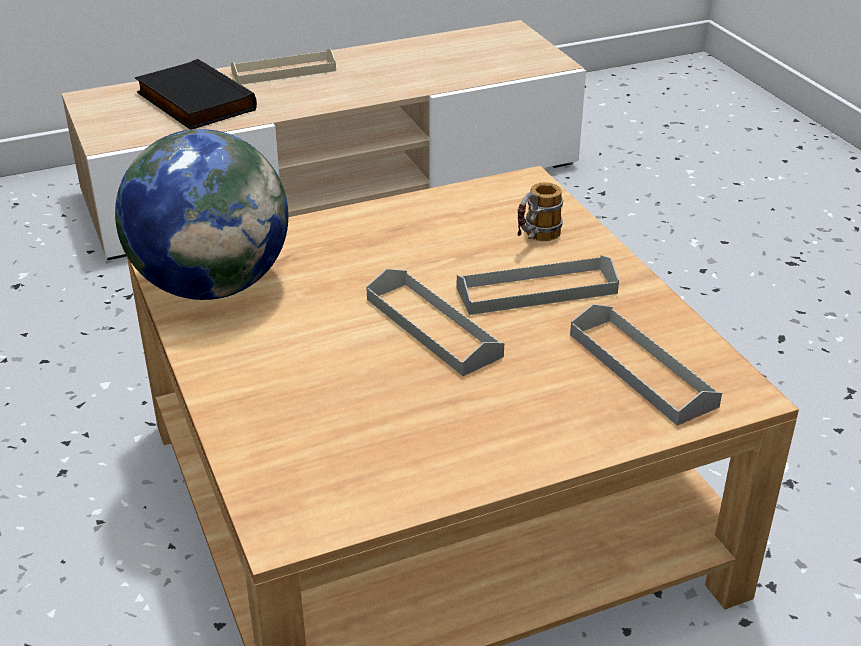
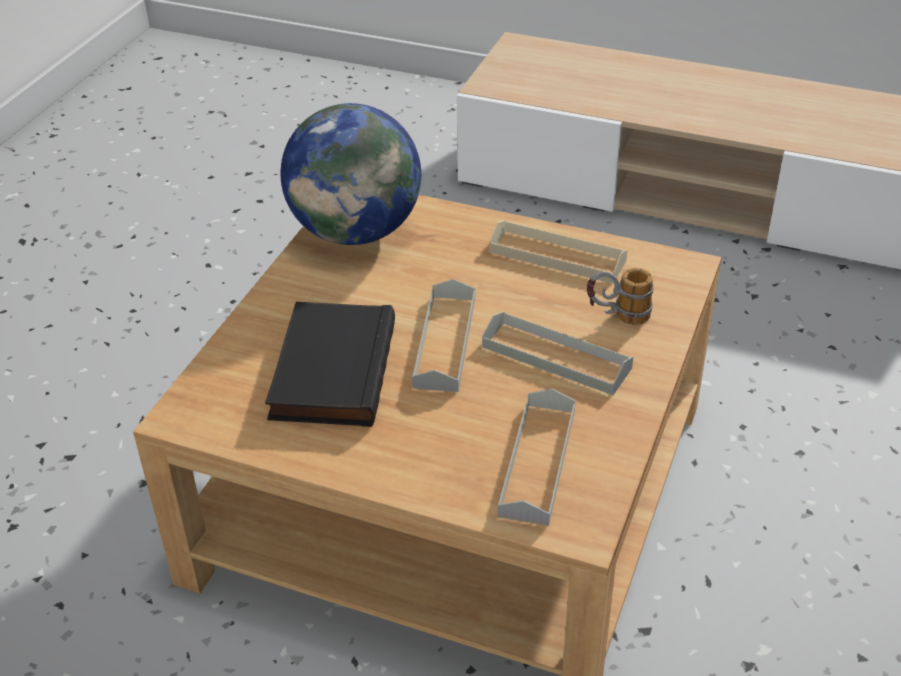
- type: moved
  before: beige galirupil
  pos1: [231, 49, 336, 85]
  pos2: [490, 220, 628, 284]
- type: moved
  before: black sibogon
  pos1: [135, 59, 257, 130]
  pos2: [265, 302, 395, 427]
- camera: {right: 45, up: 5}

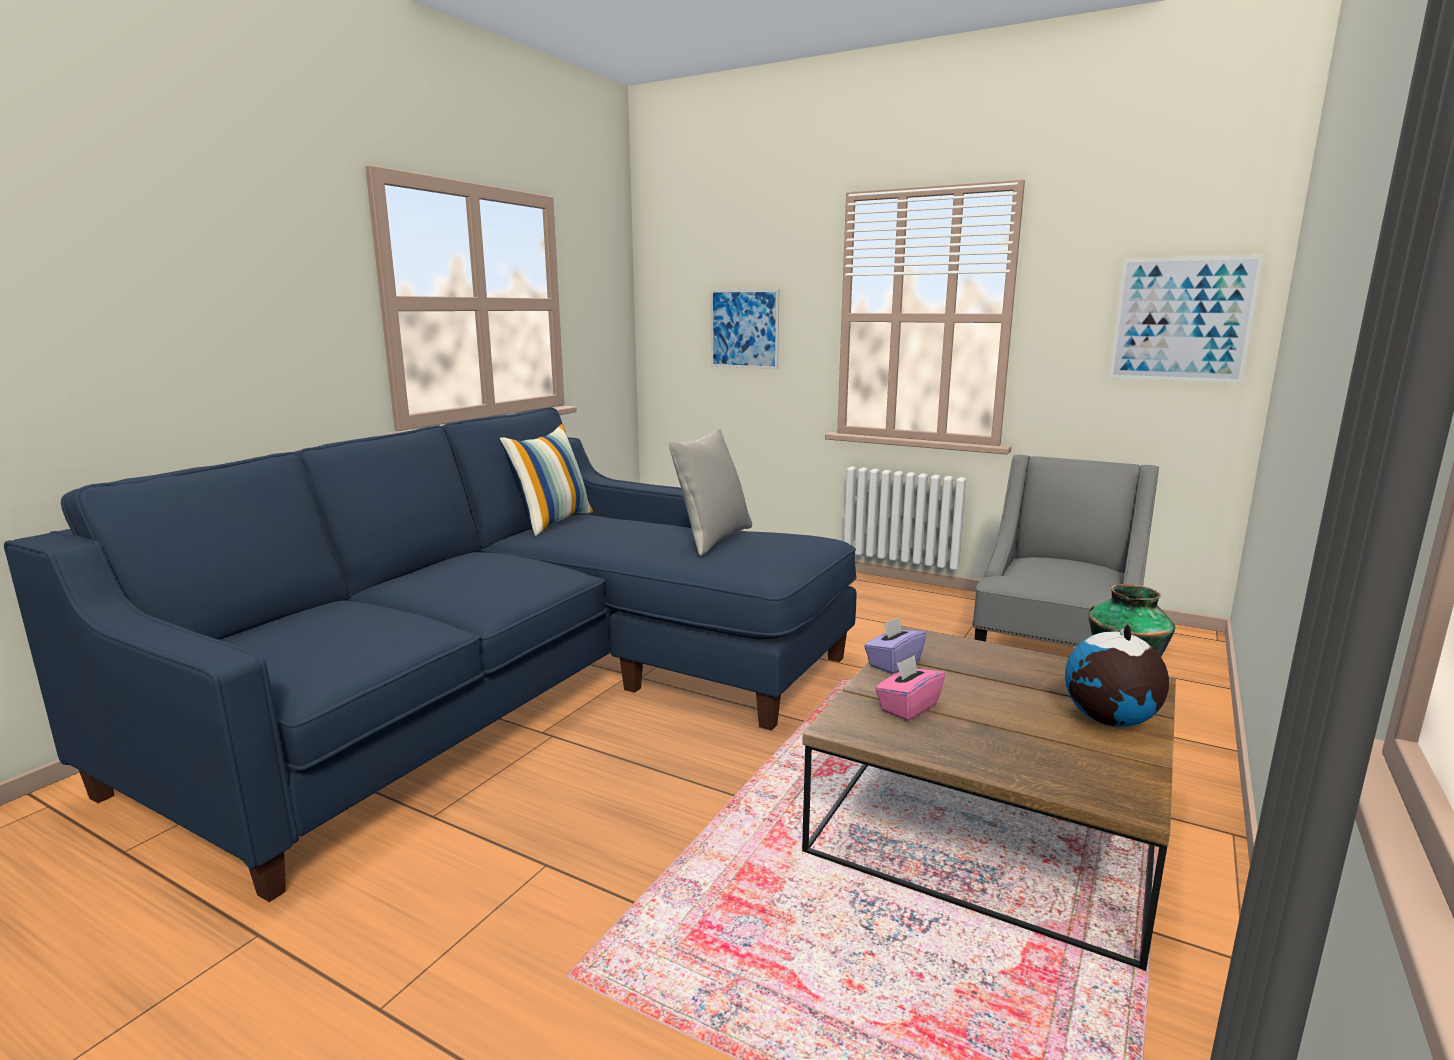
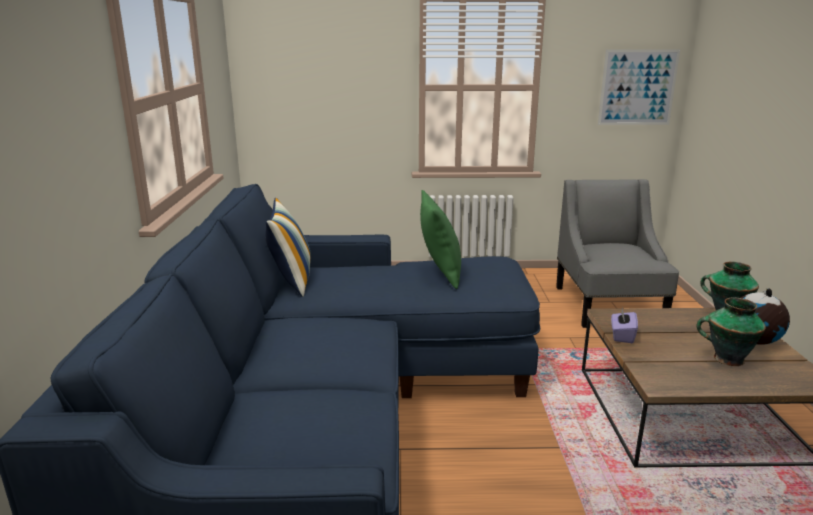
- type: removed
  before: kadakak
  pos1: [711, 289, 779, 369]
- type: recoloured
  before: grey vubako
  after: green vubako
  pos1: [668, 429, 752, 556]
  pos2: [420, 190, 461, 289]
- type: removed
  before: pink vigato
  pos1: [875, 655, 945, 721]
- type: added
  after: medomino
  pos2: [697, 297, 766, 366]
- camera: {right: -30, up: 5}

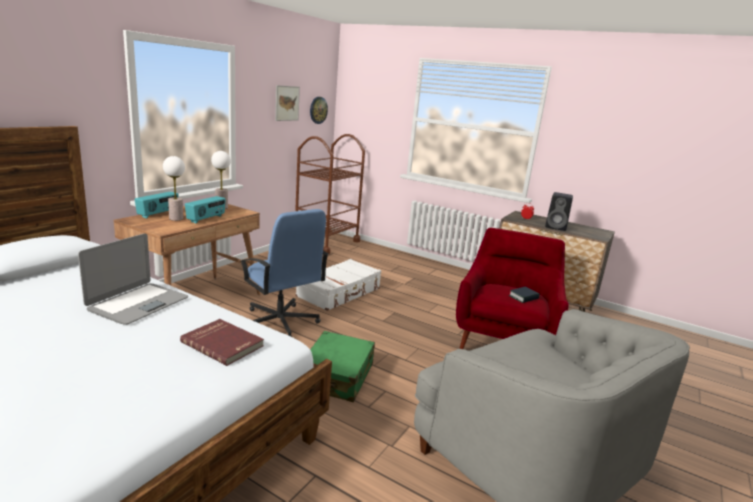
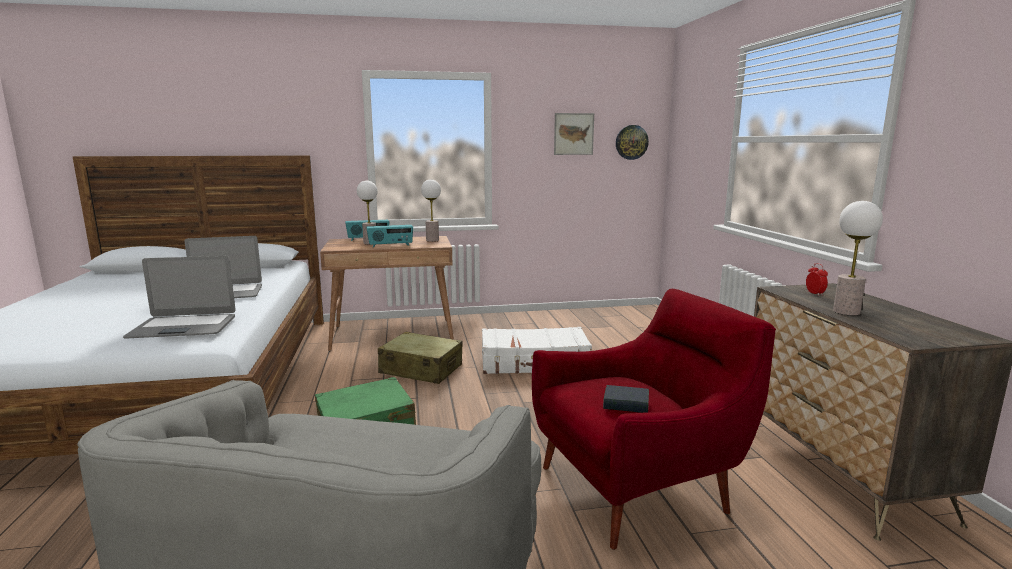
- type: removed
  before: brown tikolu
  pos1: [295, 134, 365, 254]
- type: replaced
  before: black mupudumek
  after: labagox
  pos1: [545, 192, 573, 231]
  pos2: [833, 201, 883, 316]
- type: replaced
  before: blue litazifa
  after: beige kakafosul
  pos1: [239, 209, 329, 337]
  pos2: [378, 332, 463, 384]
- type: replaced
  before: red sibogon
  after: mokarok
  pos1: [180, 319, 264, 366]
  pos2: [123, 256, 236, 338]
- camera: {right: 50, up: -5}

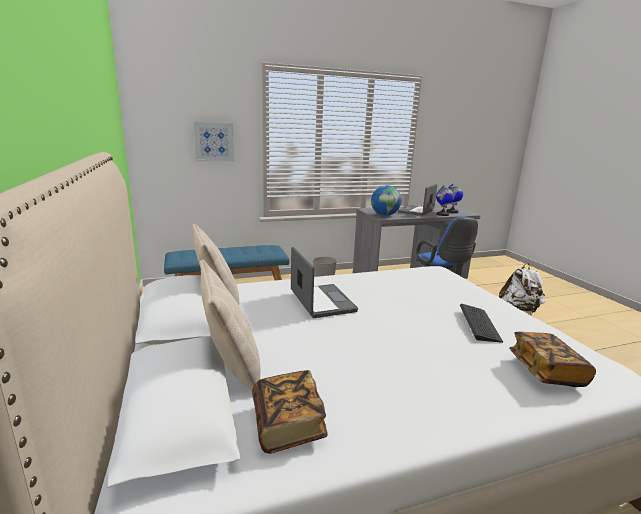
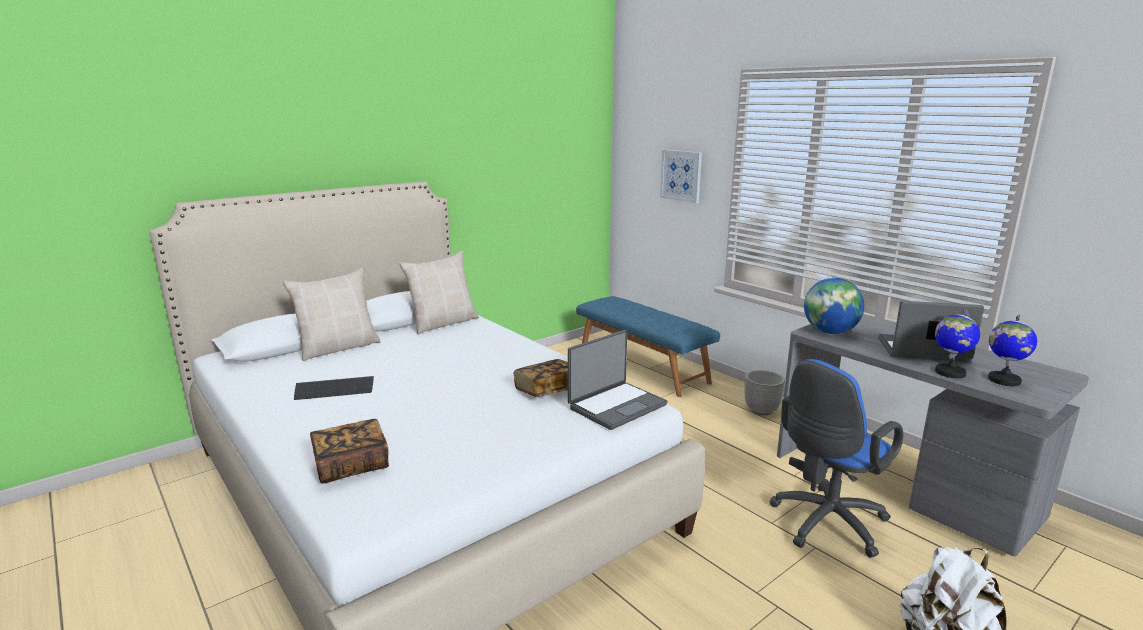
- type: moved
  before: mokarok
  pos1: [291, 247, 358, 318]
  pos2: [568, 330, 668, 430]
- type: moved
  before: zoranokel
  pos1: [460, 304, 503, 343]
  pos2: [294, 376, 374, 400]
- type: moved
  before: sibogon
  pos1: [252, 370, 328, 454]
  pos2: [514, 359, 568, 397]
- camera: {right: 70, up: 0}

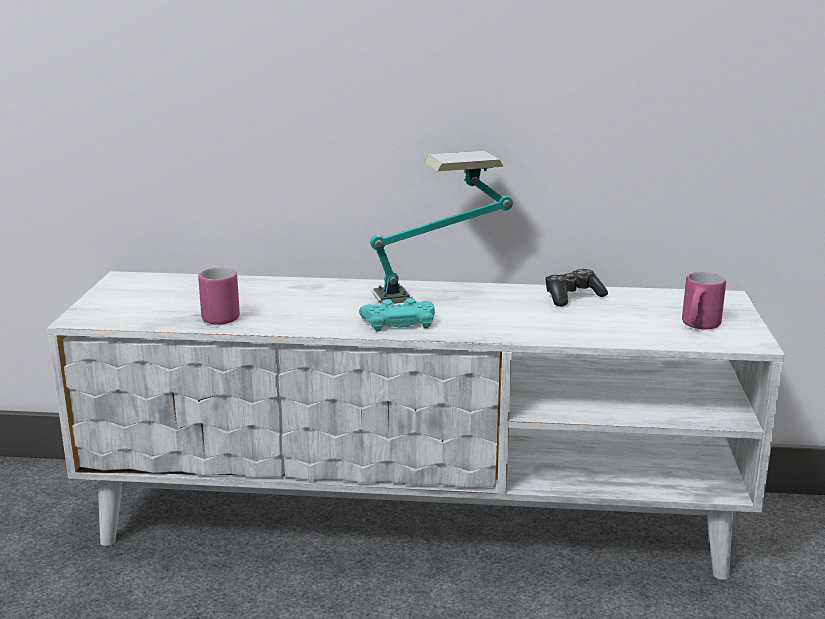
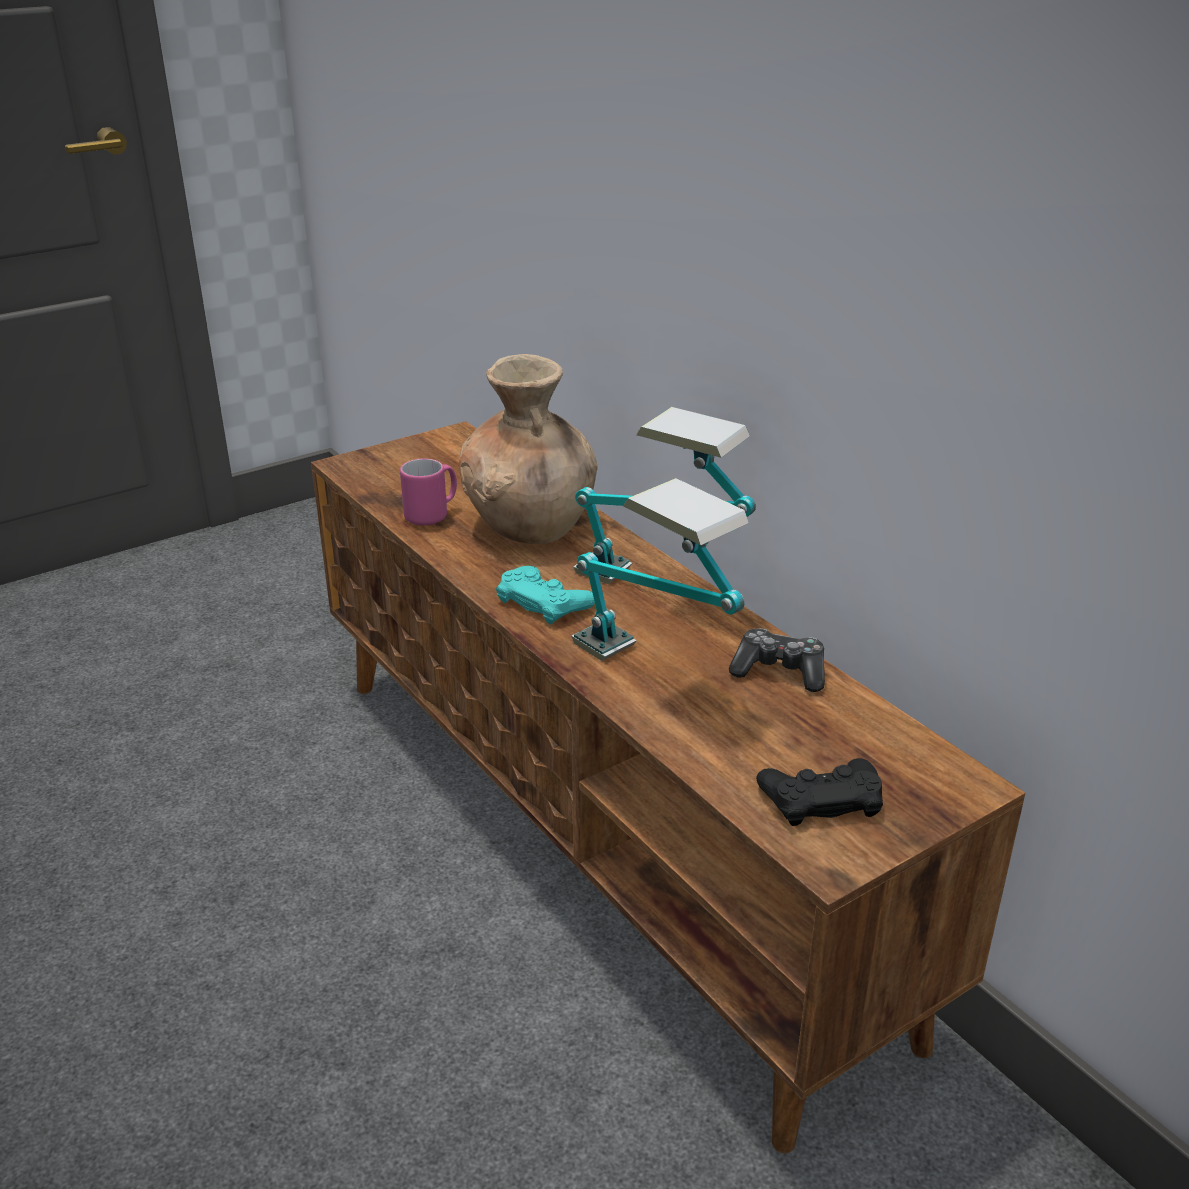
- type: recoloured
  before: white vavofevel
  after: brown vavofevel
  pos1: [47, 271, 785, 580]
  pos2: [311, 421, 1025, 1153]
- type: replaced
  before: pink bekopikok
  after: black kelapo
  pos1: [682, 272, 726, 329]
  pos2: [756, 758, 883, 826]
- type: added
  after: brown medomino
  pos2: [459, 354, 598, 544]
- type: added
  after: labagox
  pos2: [571, 478, 749, 661]
- camera: {right: 50, up: 10}

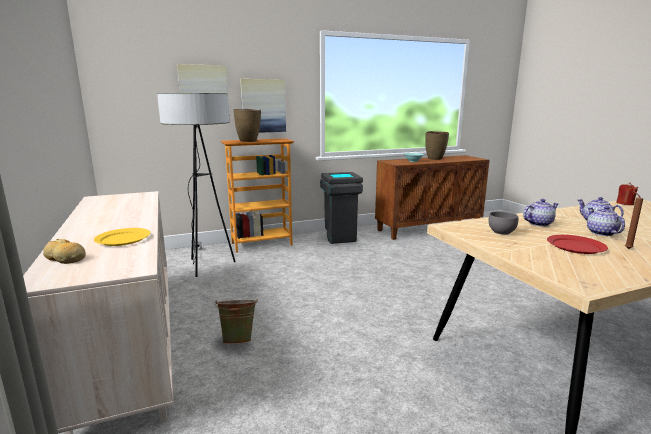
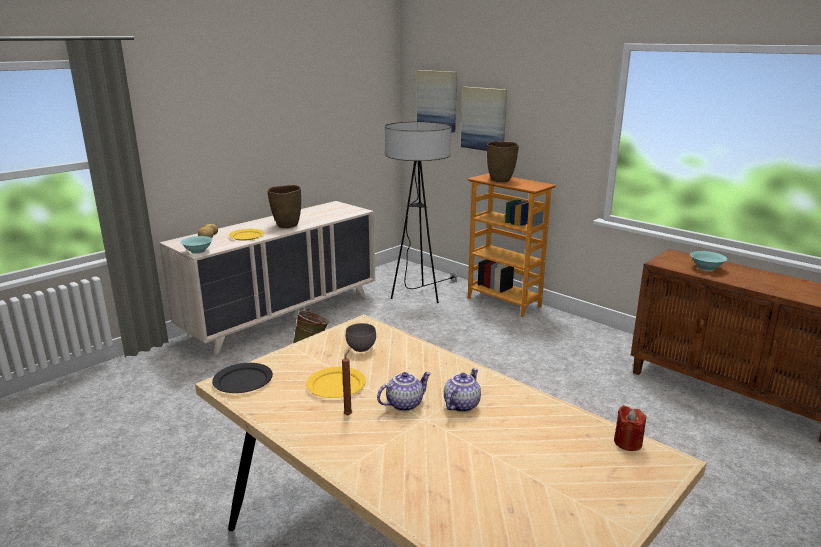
- type: moved
  before: kadakak
  pos1: [240, 79, 286, 133]
  pos2: [417, 70, 457, 132]
- type: moved
  before: brown medomino
  pos1: [425, 131, 449, 160]
  pos2: [267, 185, 301, 228]
- type: removed
  before: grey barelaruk
  pos1: [320, 172, 363, 244]
- type: removed
  before: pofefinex
  pos1: [523, 199, 558, 227]
- type: recoloured
  before: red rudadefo
  after: yellow rudadefo
  pos1: [547, 235, 608, 254]
  pos2: [306, 367, 366, 398]
- type: added
  after: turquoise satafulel
  pos2: [180, 236, 213, 254]
- type: added
  after: black rudadefo
  pos2: [212, 363, 273, 393]
- camera: {right: 65, up: 5}

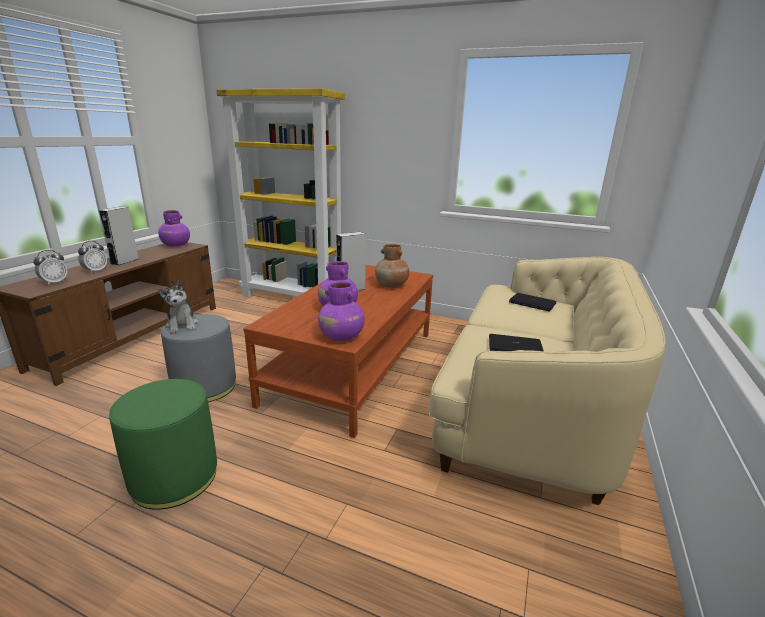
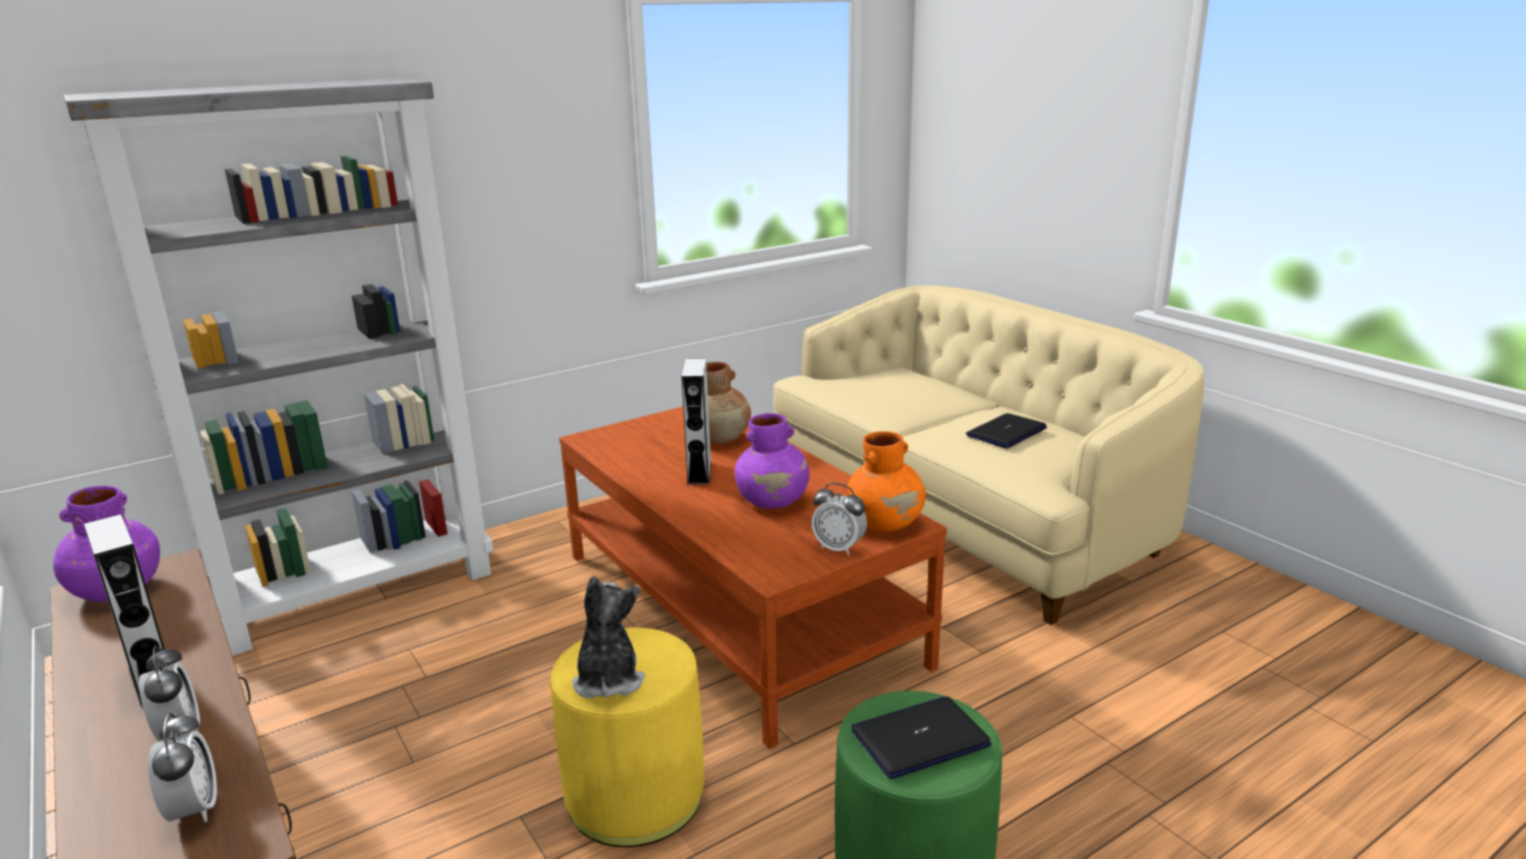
- type: recoloured
  before: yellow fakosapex
  after: grey fakosapex
  pos1: [216, 88, 345, 297]
  pos2: [64, 78, 493, 656]
- type: turned
  before: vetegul
  pos1: [158, 280, 199, 333]
  pos2: [572, 576, 645, 699]
  turn: -105
- type: recoloured
  before: purple medomino
  after: orange medomino
  pos1: [318, 282, 365, 341]
  pos2: [847, 431, 926, 532]
- type: moved
  before: mokarok
  pos1: [509, 293, 556, 311]
  pos2: [852, 696, 992, 779]
- type: recoloured
  before: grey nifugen
  after: yellow nifugen
  pos1: [161, 314, 236, 402]
  pos2: [551, 627, 704, 847]
- type: added
  after: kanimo
  pos2: [811, 483, 867, 556]
- camera: {right: -55, up: 0}

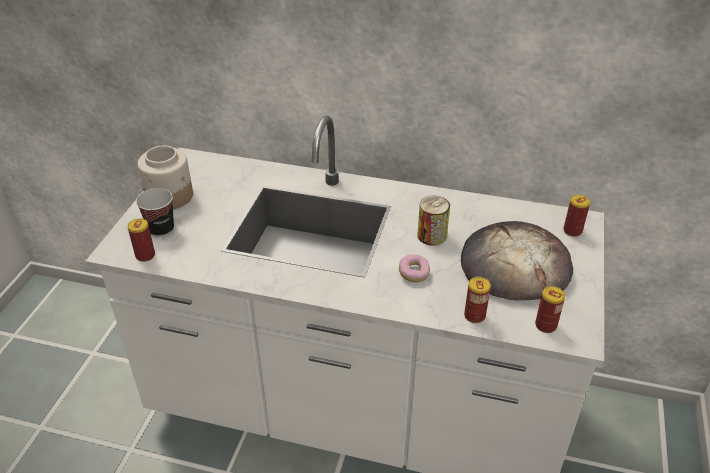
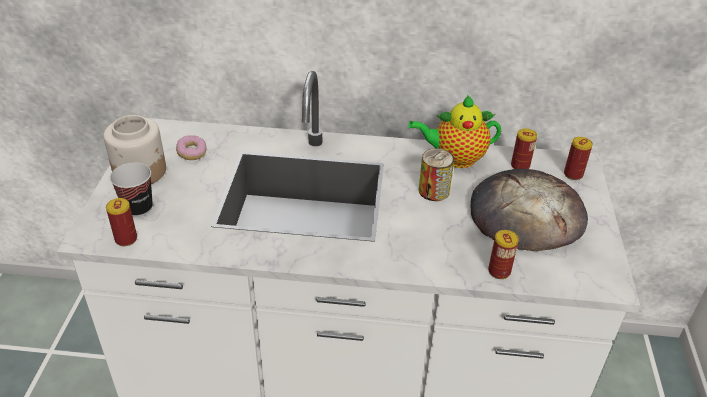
- type: moved
  before: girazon
  pos1: [399, 254, 430, 282]
  pos2: [176, 136, 207, 160]
- type: moved
  before: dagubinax
  pos1: [535, 286, 565, 333]
  pos2: [511, 128, 537, 169]
- type: added
  after: pofefinex
  pos2: [408, 95, 501, 168]
- camera: {right: -10, up: 0}

